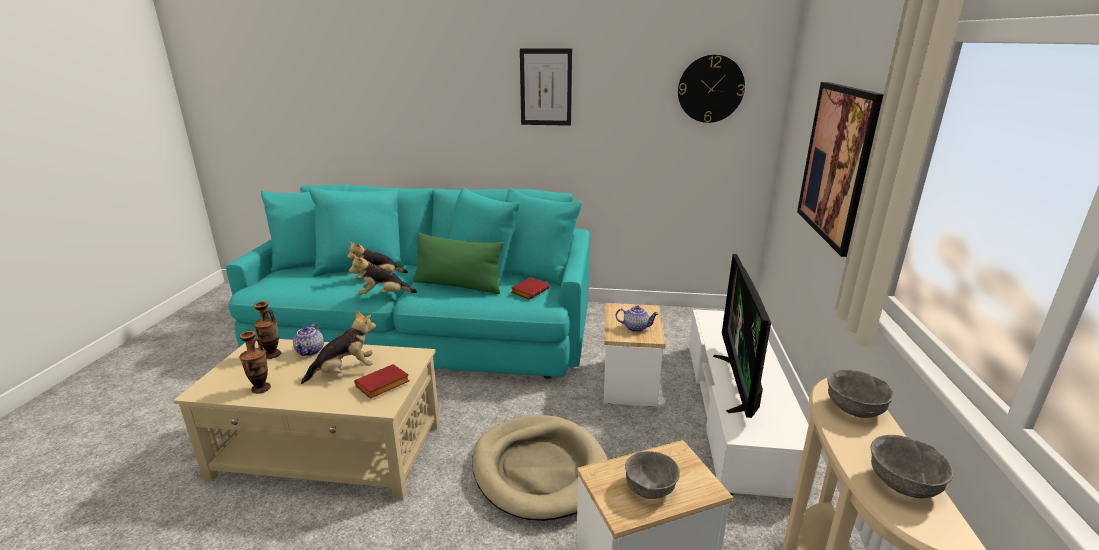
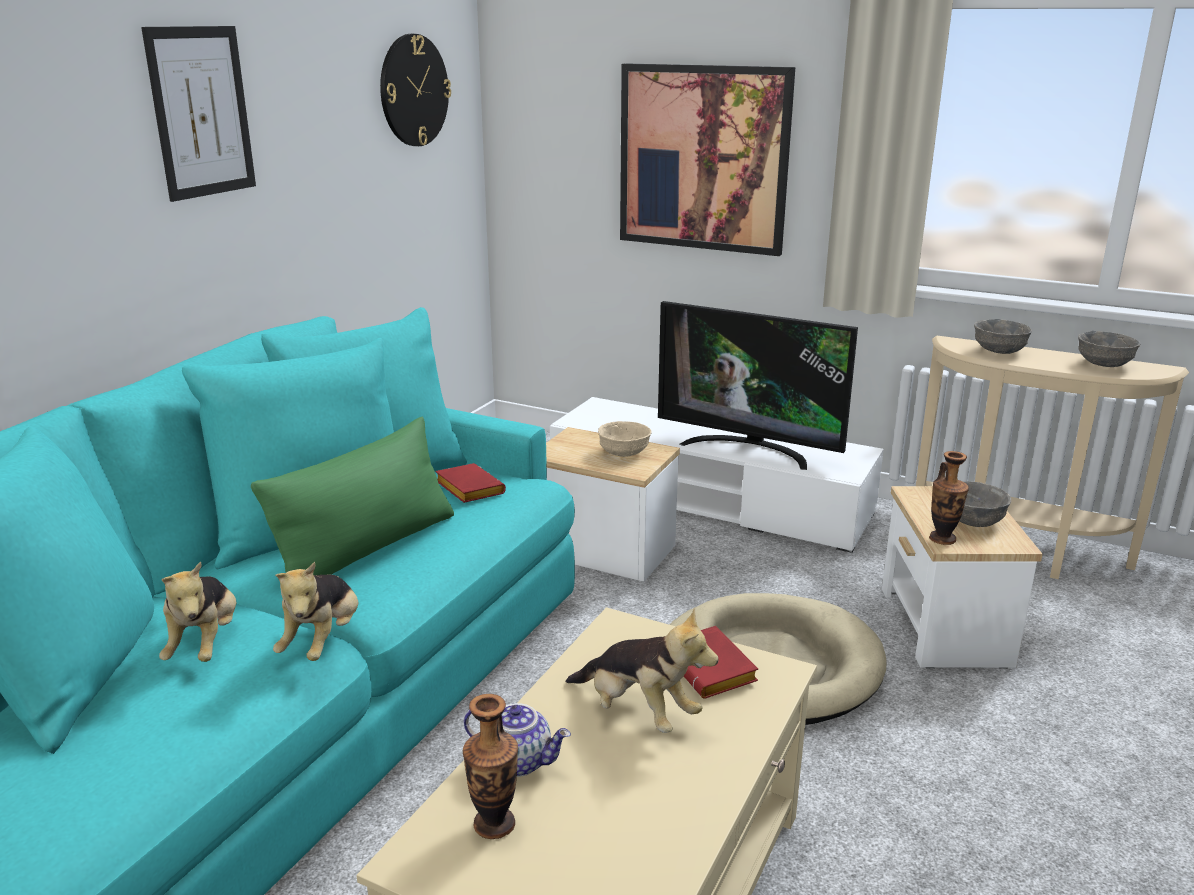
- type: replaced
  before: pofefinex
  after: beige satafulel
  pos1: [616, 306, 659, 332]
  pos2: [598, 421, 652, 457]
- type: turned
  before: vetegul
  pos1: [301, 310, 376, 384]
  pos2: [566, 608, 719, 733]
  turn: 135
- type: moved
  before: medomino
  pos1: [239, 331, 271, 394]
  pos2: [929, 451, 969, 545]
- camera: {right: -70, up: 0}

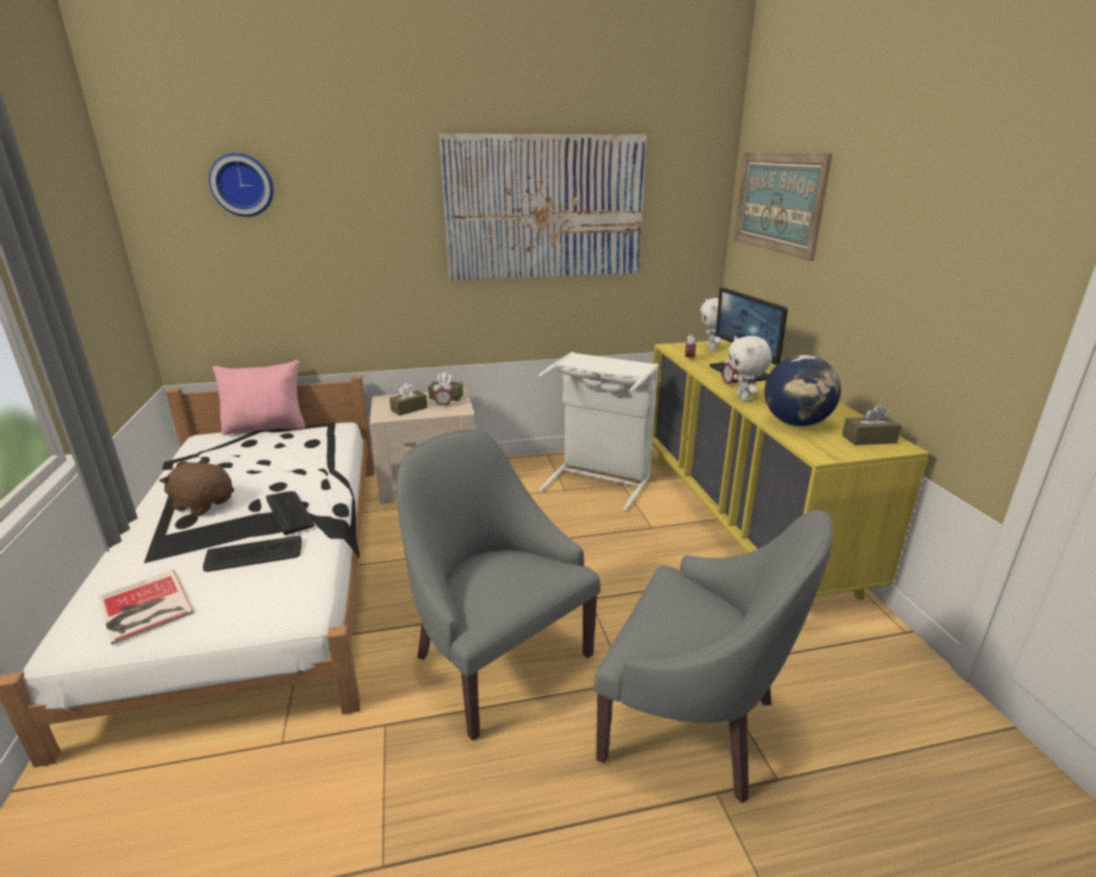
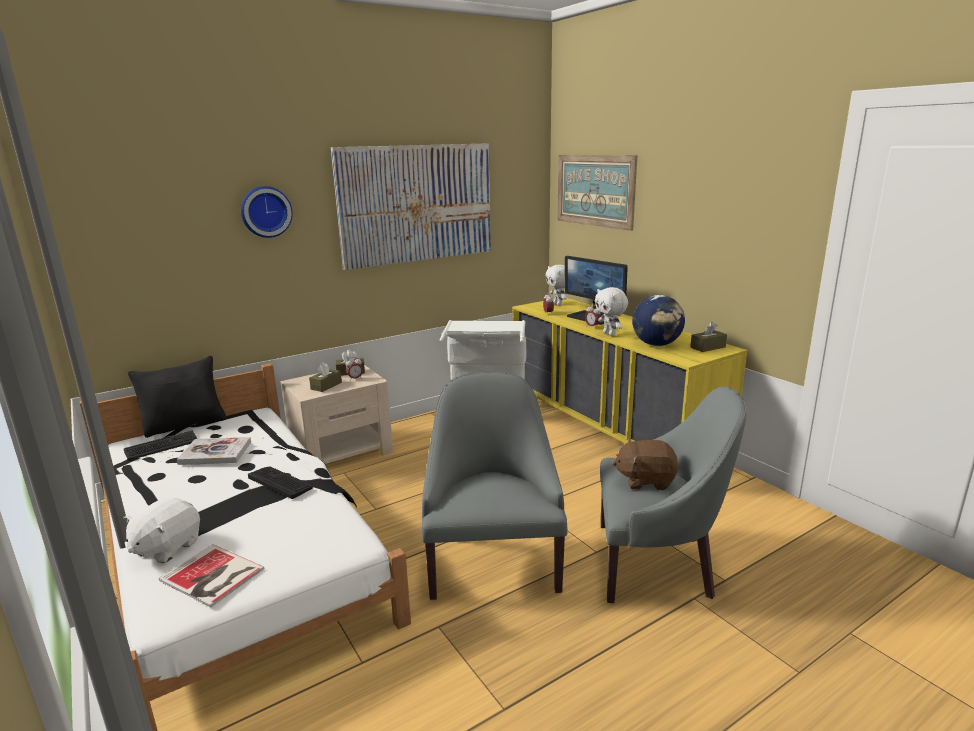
- type: moved
  before: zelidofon
  pos1: [209, 153, 274, 217]
  pos2: [241, 186, 293, 238]
- type: recoloured
  before: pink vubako
  after: black vubako
  pos1: [212, 360, 305, 435]
  pos2: [128, 356, 226, 438]
- type: turned
  before: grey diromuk
  pos1: [396, 430, 601, 741]
  pos2: [422, 372, 568, 600]
  turn: 60
- type: moved
  before: brown vetegul
  pos1: [159, 459, 232, 516]
  pos2: [612, 438, 678, 490]
- type: moved
  before: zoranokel
  pos1: [203, 536, 302, 572]
  pos2: [124, 431, 197, 460]
- type: added
  after: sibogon
  pos2: [177, 437, 251, 465]
- type: added
  after: white vetegul
  pos2: [123, 498, 200, 563]
- camera: {right: -20, up: -5}

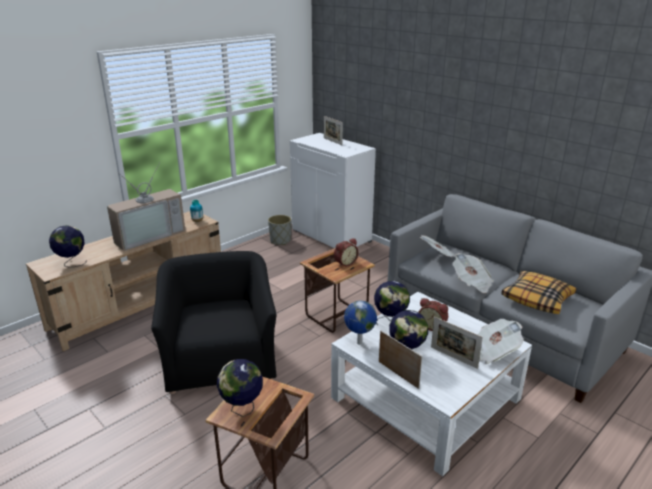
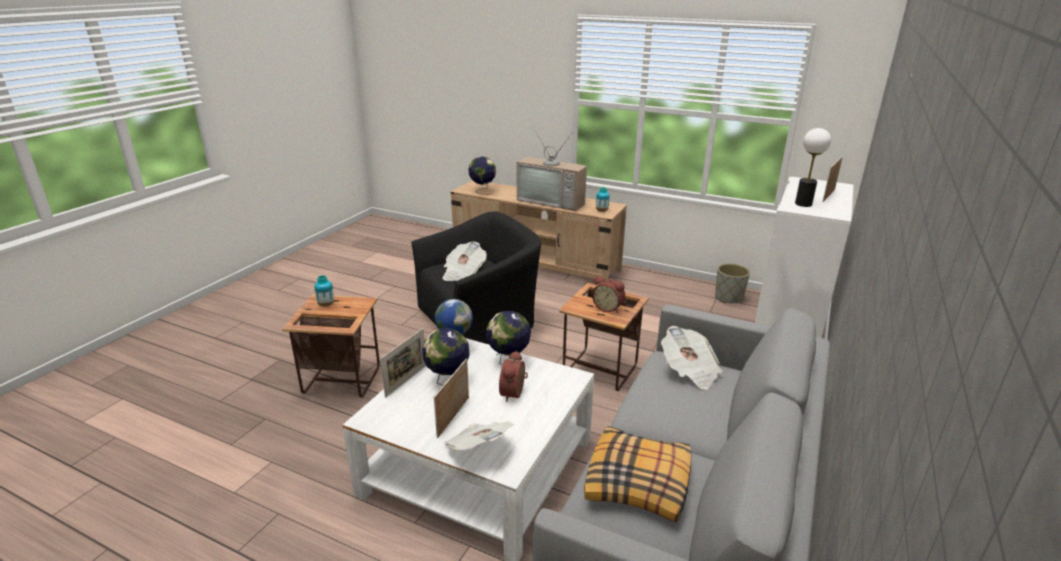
- type: moved
  before: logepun
  pos1: [453, 253, 494, 294]
  pos2: [442, 241, 487, 281]
- type: replaced
  before: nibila
  after: medomino
  pos1: [217, 359, 263, 417]
  pos2: [315, 275, 334, 307]
- type: added
  after: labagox
  pos2: [795, 128, 831, 207]
- camera: {right: 70, up: 0}

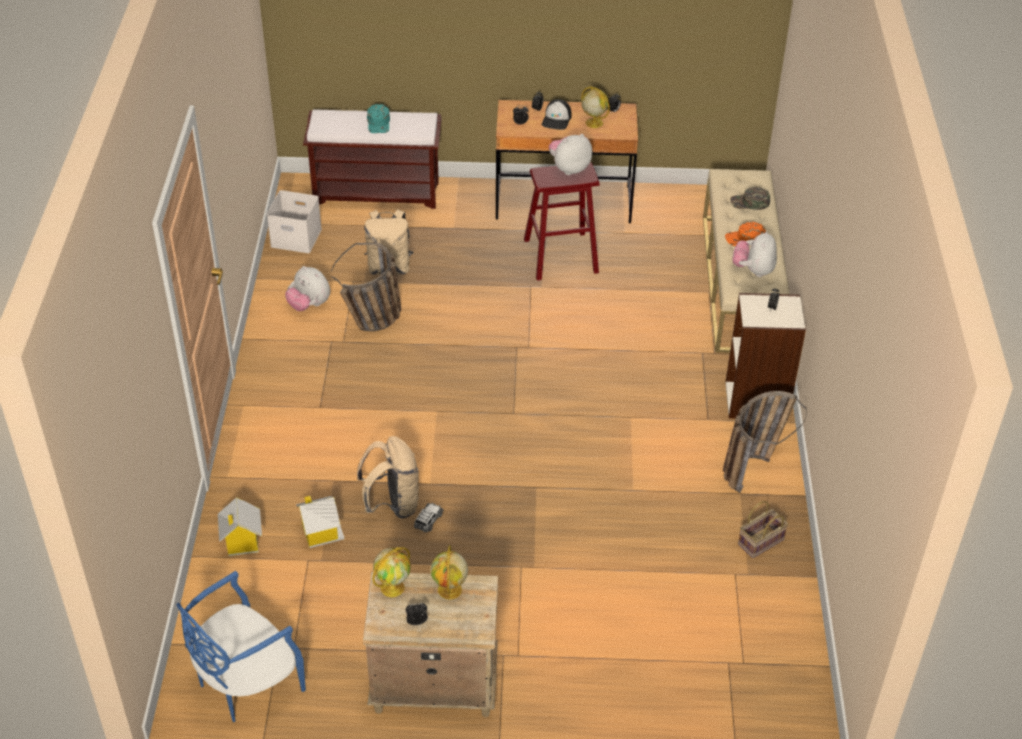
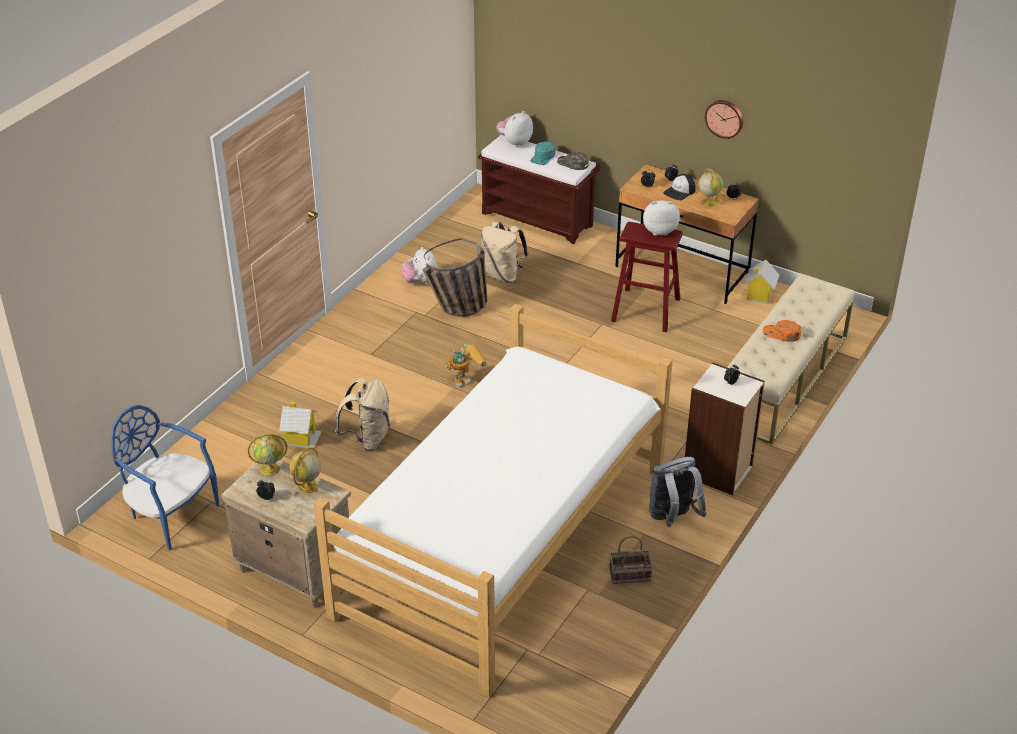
- type: moved
  before: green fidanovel
  pos1: [730, 187, 770, 210]
  pos2: [557, 152, 589, 170]
- type: removed
  before: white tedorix
  pos1: [267, 190, 322, 253]
- type: moved
  before: vetegul
  pos1: [732, 231, 777, 277]
  pos2: [496, 111, 533, 147]
- type: replaced
  before: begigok
  after: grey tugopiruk
  pos1: [723, 391, 807, 493]
  pos2: [649, 457, 707, 527]
- type: moved
  before: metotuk
  pos1: [218, 497, 262, 556]
  pos2: [744, 260, 779, 304]
- type: removed
  before: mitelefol
  pos1: [414, 503, 444, 533]
- type: turned
  before: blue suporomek
  pos1: [176, 571, 306, 722]
  pos2: [111, 405, 220, 550]
  turn: 45
- type: added
  after: zelidofon
  pos2: [705, 100, 743, 139]
- type: added
  after: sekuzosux
  pos2: [314, 304, 672, 697]
- type: added
  after: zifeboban
  pos2: [445, 344, 486, 388]
- camera: {right: 30, up: -5}

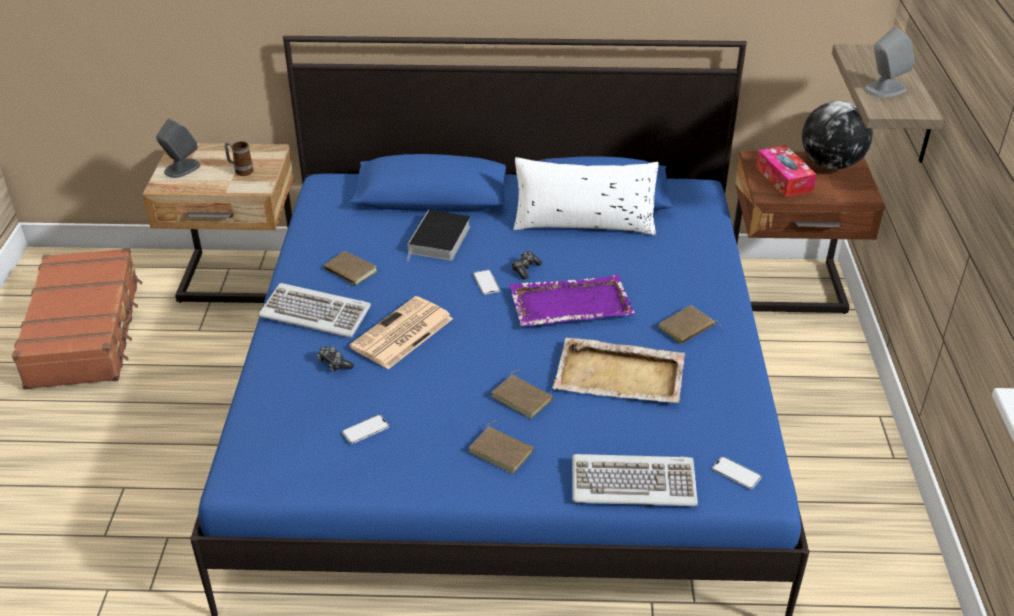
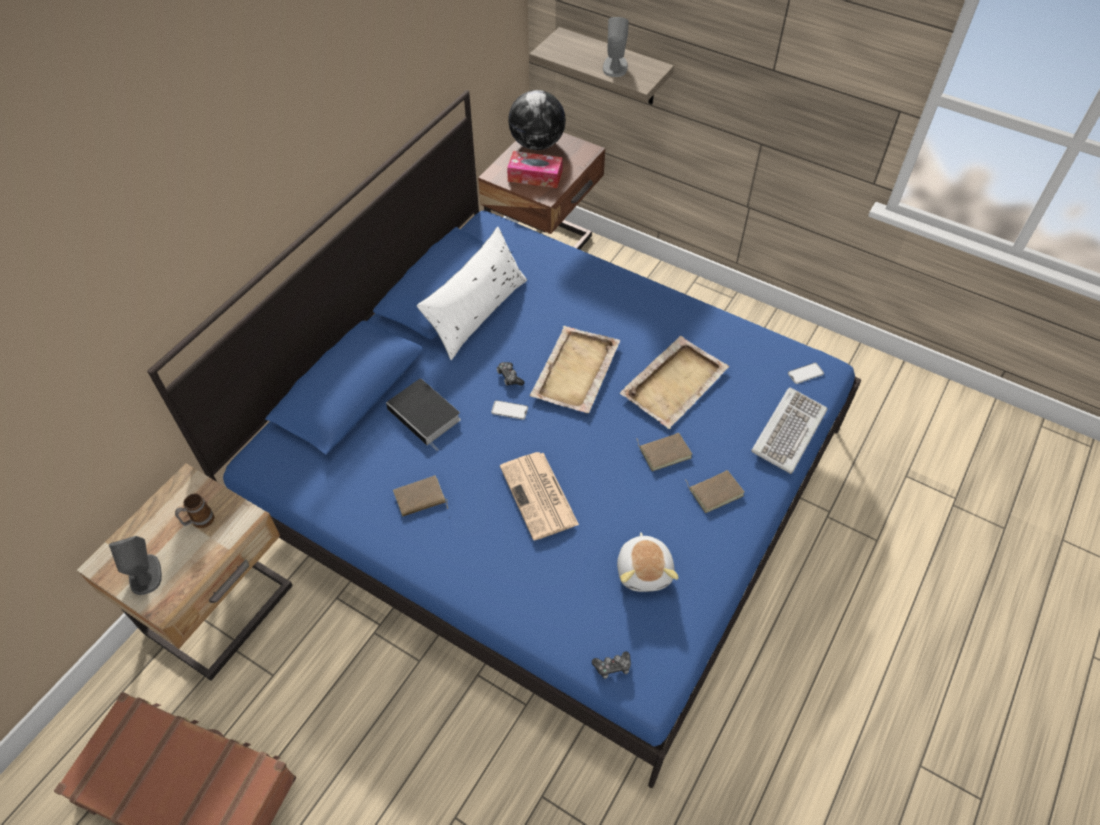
- type: recoloured
  before: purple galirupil
  after: beige galirupil
  pos1: [509, 274, 635, 326]
  pos2: [530, 326, 620, 413]
- type: removed
  before: zoranokel
  pos1: [258, 283, 371, 338]
- type: removed
  before: brown sibogon
  pos1: [658, 305, 723, 344]
- type: moved
  before: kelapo
  pos1: [317, 347, 354, 372]
  pos2: [592, 652, 631, 679]
- type: replaced
  before: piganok
  after: vetegul
  pos1: [342, 415, 389, 444]
  pos2: [617, 532, 679, 592]
- camera: {right: -60, up: 15}

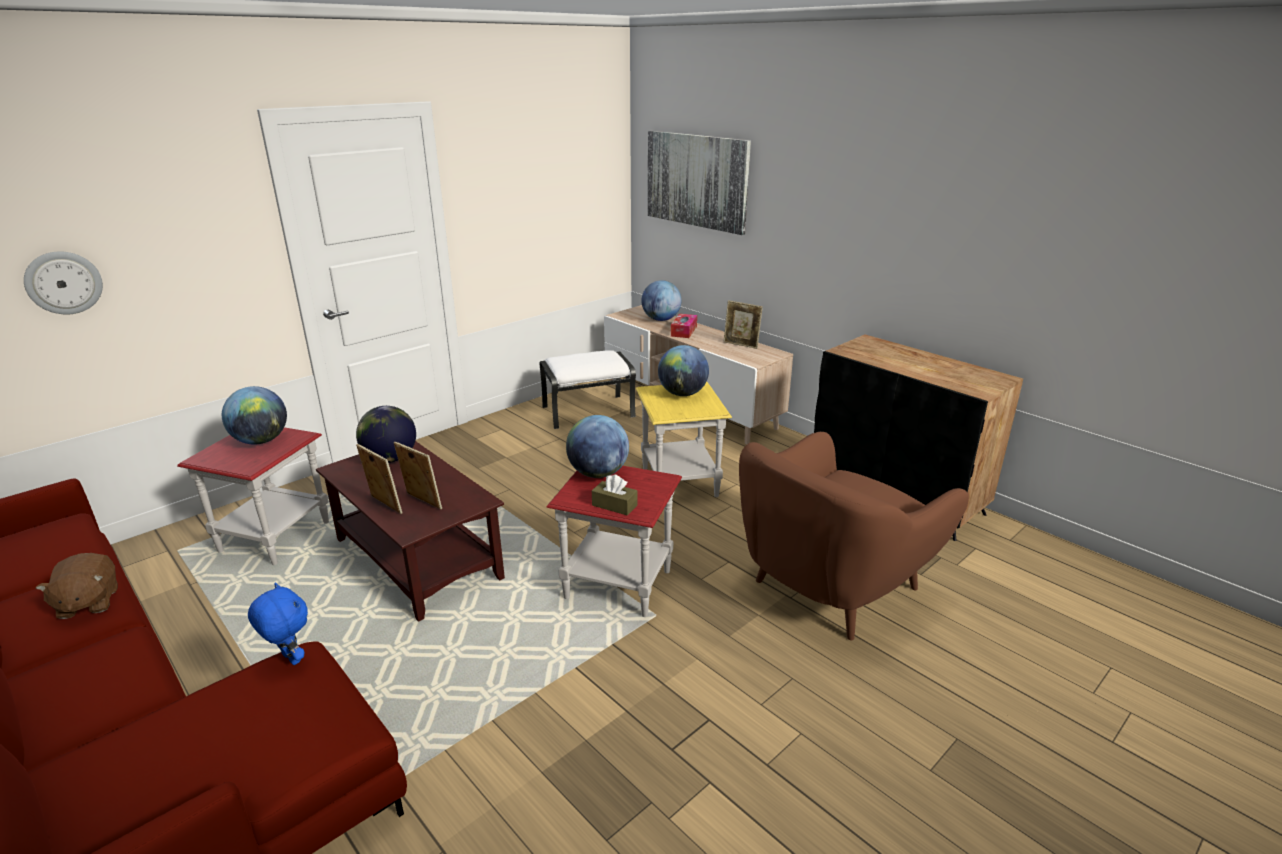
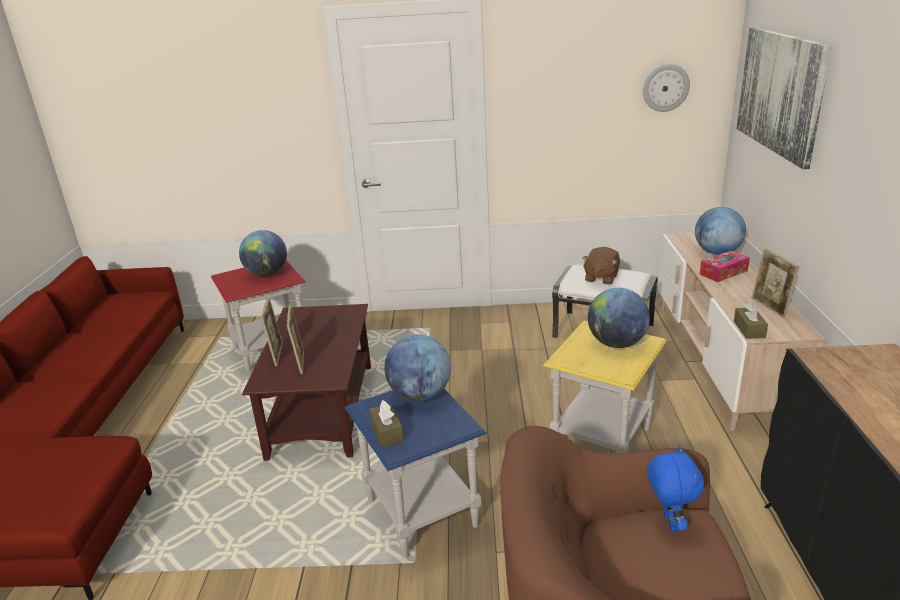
- type: moved
  before: zelidofon
  pos1: [24, 251, 103, 314]
  pos2: [643, 64, 690, 112]
- type: removed
  before: nibila
  pos1: [356, 406, 416, 463]
- type: recoloured
  before: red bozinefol
  after: blue bozinefol
  pos1: [546, 466, 682, 617]
  pos2: [344, 389, 487, 558]
- type: moved
  before: brown vetegul
  pos1: [35, 553, 118, 619]
  pos2: [582, 247, 620, 285]
- type: moved
  before: blue vetegul
  pos1: [248, 583, 308, 665]
  pos2: [647, 446, 704, 531]
- type: added
  after: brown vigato
  pos2: [734, 302, 768, 339]
- camera: {right: 45, up: 0}

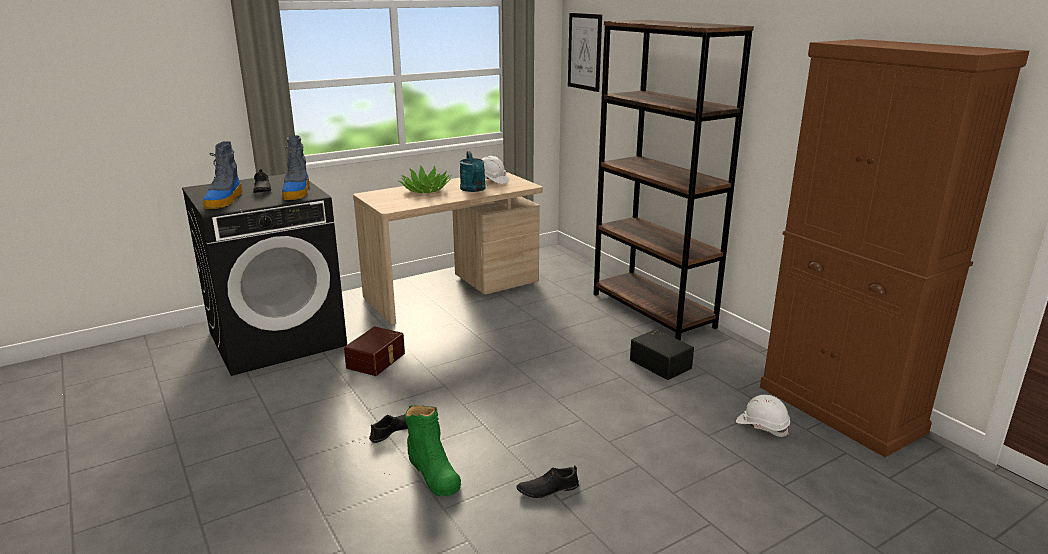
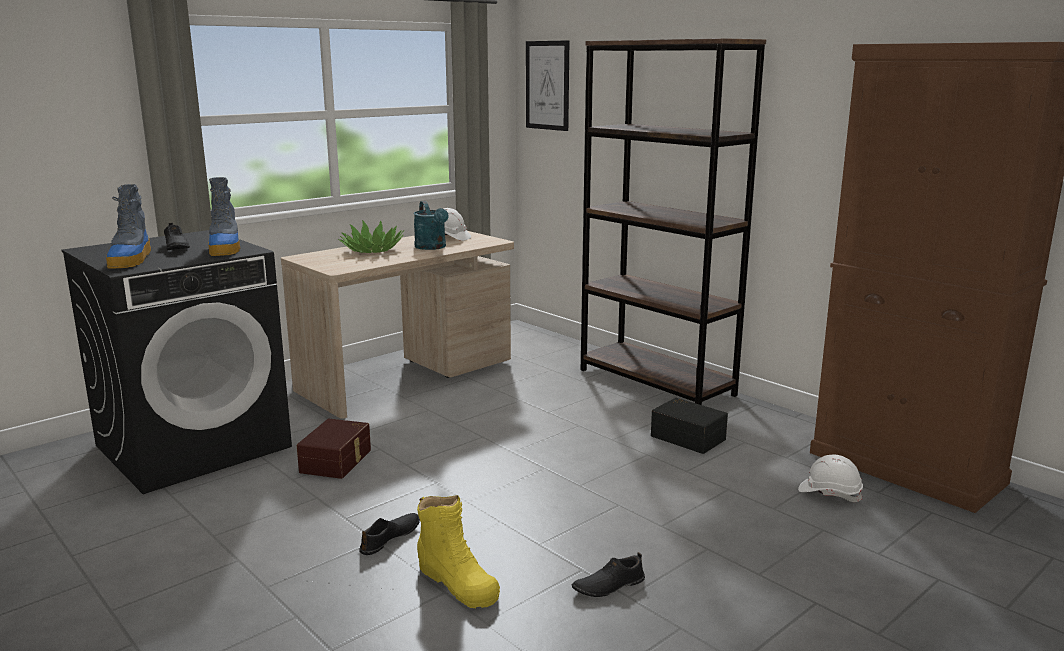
- type: recoloured
  before: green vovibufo
  after: yellow vovibufo
  pos1: [405, 405, 461, 496]
  pos2: [417, 495, 500, 608]
- camera: {right: -10, up: -5}

